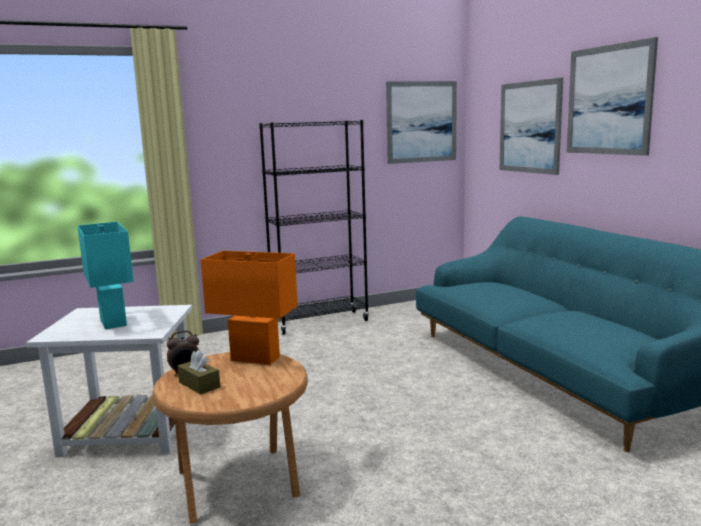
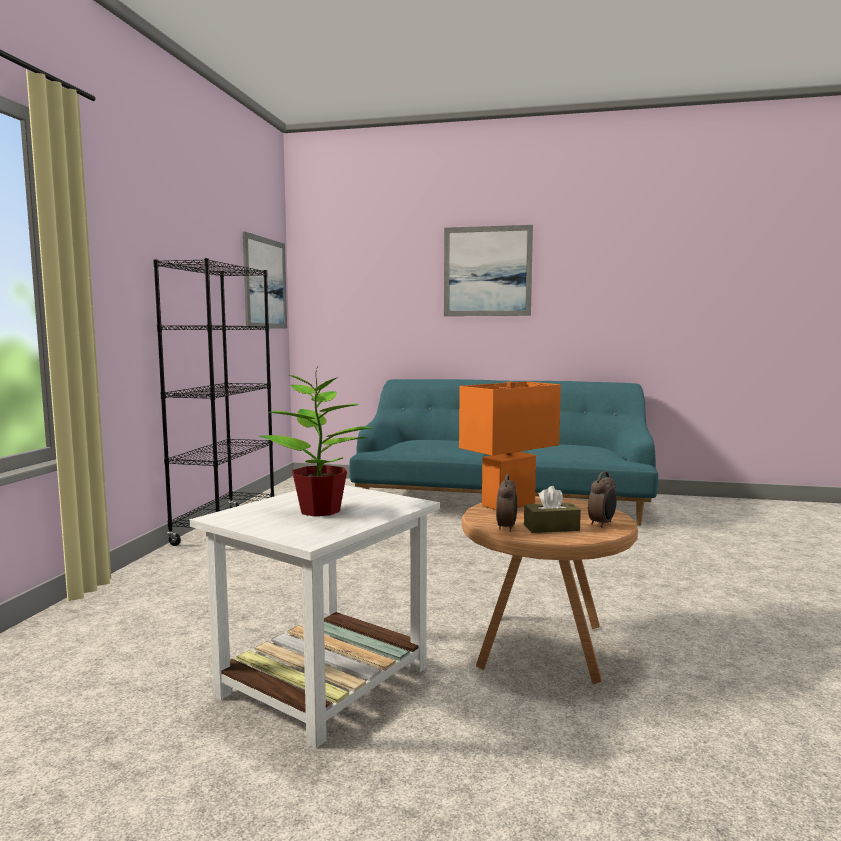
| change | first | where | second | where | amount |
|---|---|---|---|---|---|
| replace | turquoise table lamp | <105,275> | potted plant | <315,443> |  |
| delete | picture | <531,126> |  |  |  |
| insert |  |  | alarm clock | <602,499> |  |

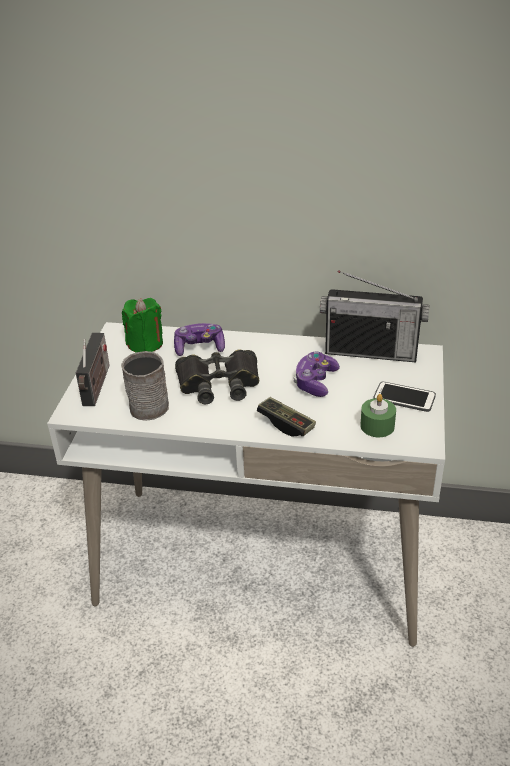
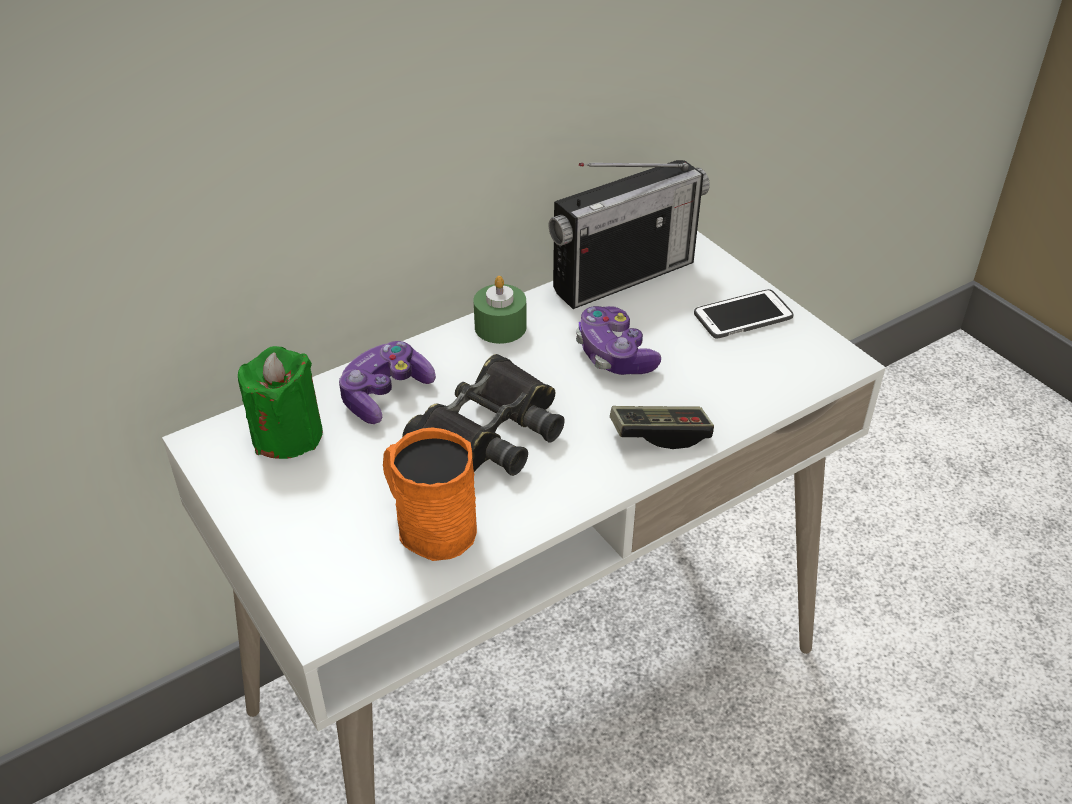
| change | first | where | second | where | amount |
|---|---|---|---|---|---|
| delete | radio | <93,369> |  |  |  |
| recolor | grey mug | <145,386> | orange mug | <430,494> |  |
| move | green candle | <378,415> |  | <500,310> |  |

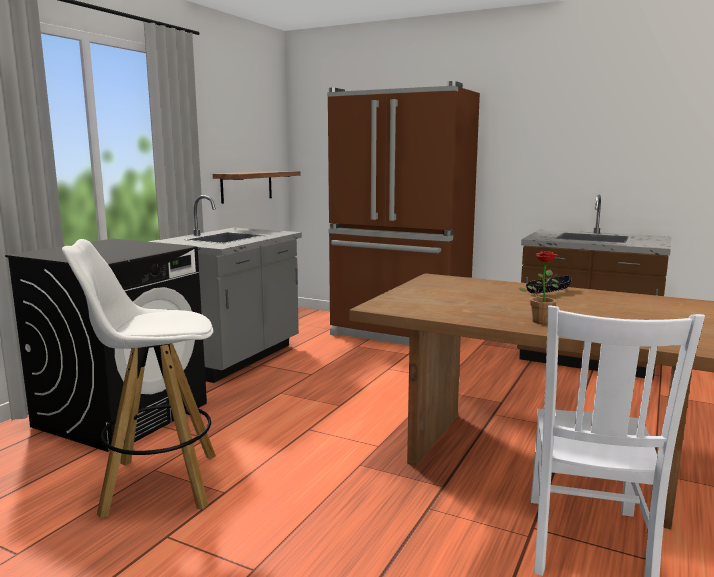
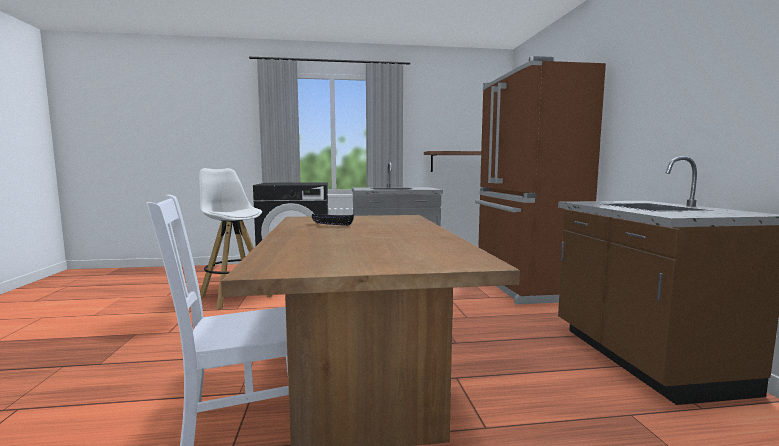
| change | first | where | second | where | amount |
|---|---|---|---|---|---|
| delete | potted plant | <538,287> |  |  |  |
| move | black bowl | <548,284> |  | <333,220> |  |

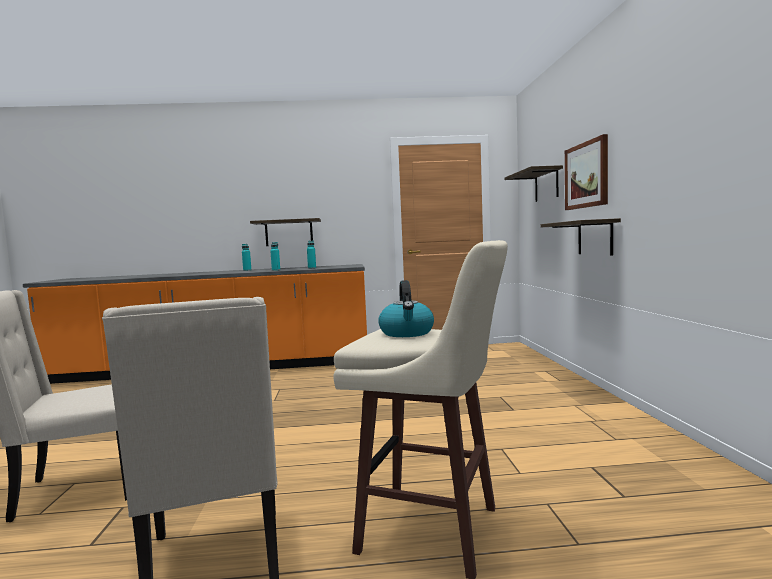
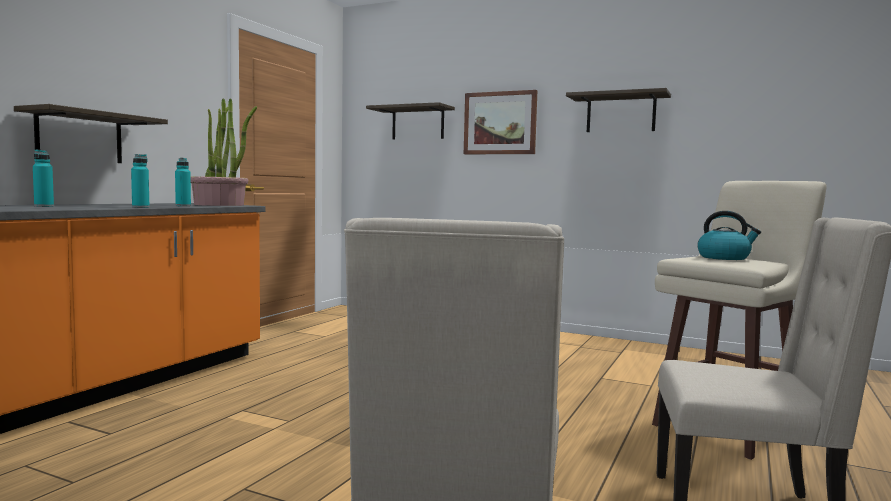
| change | first | where | second | where | amount |
|---|---|---|---|---|---|
| move | shelf | <581,237> |  | <618,110> |  |
| insert |  |  | potted plant | <224,152> |  |

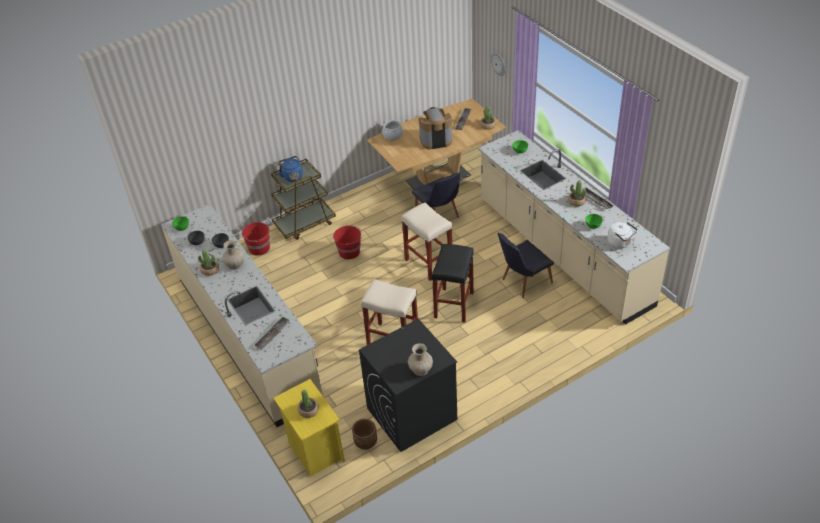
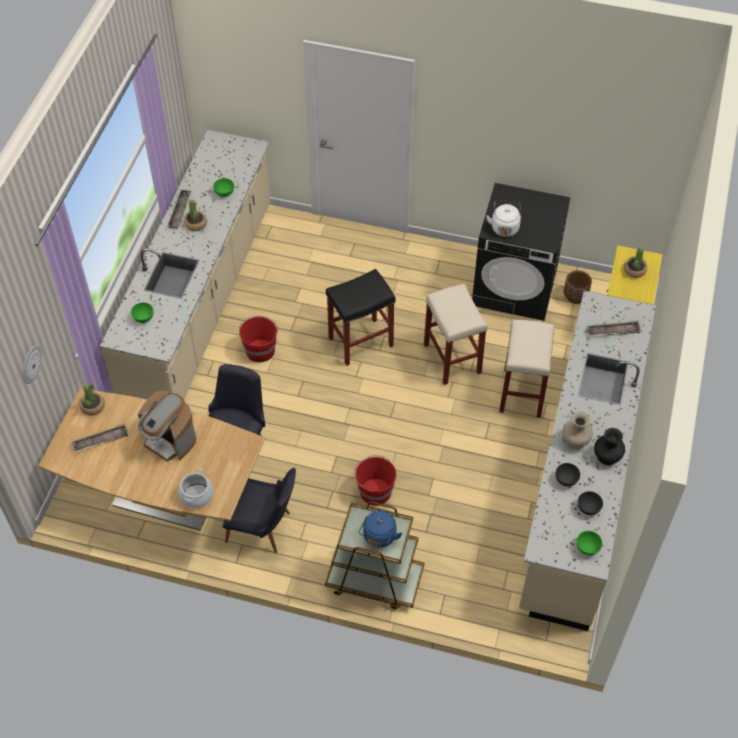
| change | first | where | second | where | amount |
|---|---|---|---|---|---|
| replace | potted plant | <208,263> | black vase | <609,446> |  |
| move | red bucket | <256,239> |  | <258,339> |  |
| move | beige stool | <427,242> |  | <526,368> |  |
| delete | beige vase | <420,359> |  |  |  |
| move | black chair | <526,265> |  | <259,510> |  |
| move | white kettle | <622,235> |  | <503,219> |  |

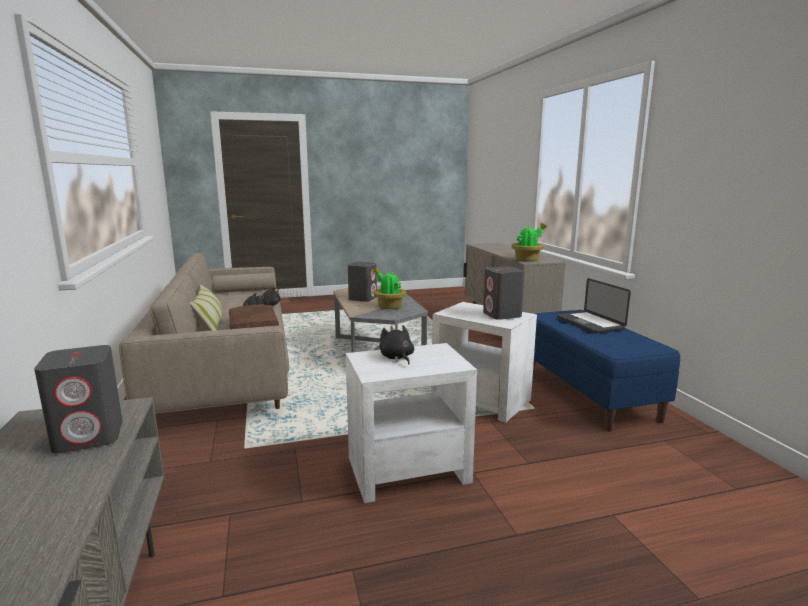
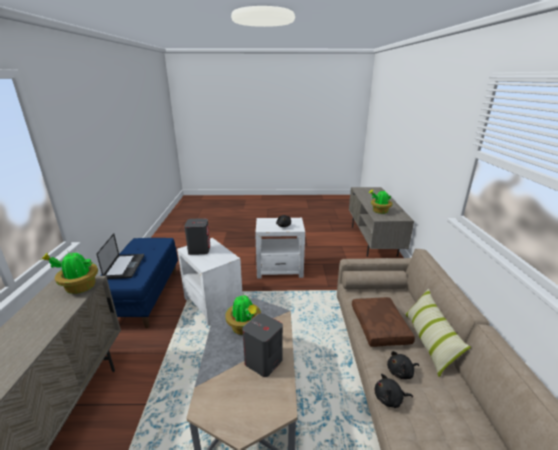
| change | first | where | second | where | amount |
|---|---|---|---|---|---|
| replace | grey speaker | <78,399> | potted plant | <380,202> |  |

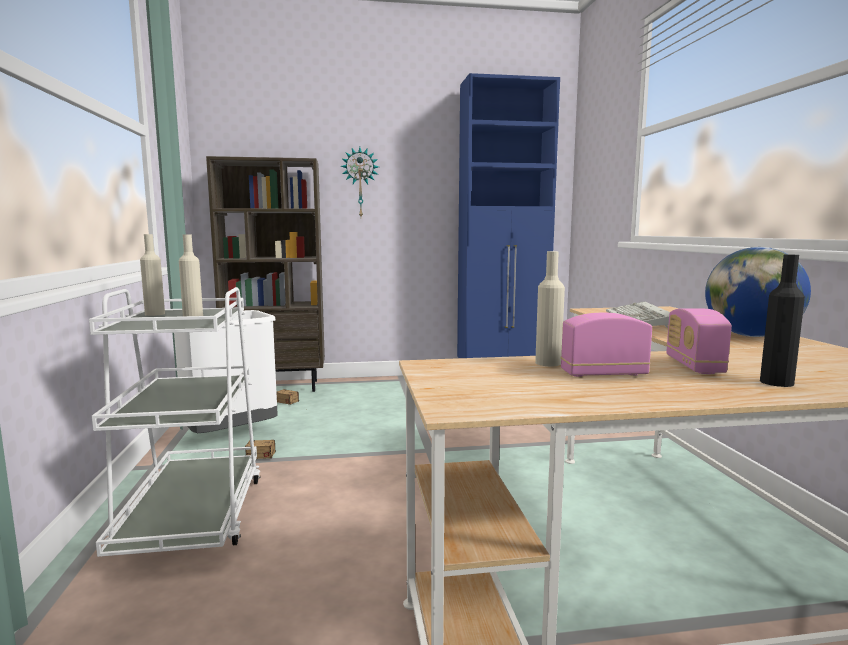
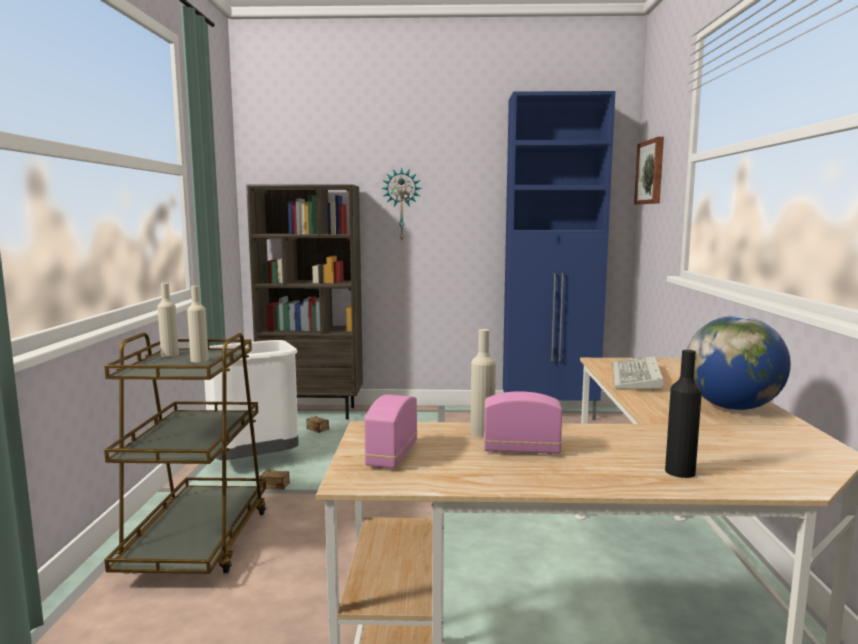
| change | first | where | second | where | amount |
|---|---|---|---|---|---|
| recolor | white cart | <175,422> | brown cart | <185,453> |  |
| move | radio | <699,341> |  | <391,431> |  |
| insert |  |  | picture | <649,170> |  |

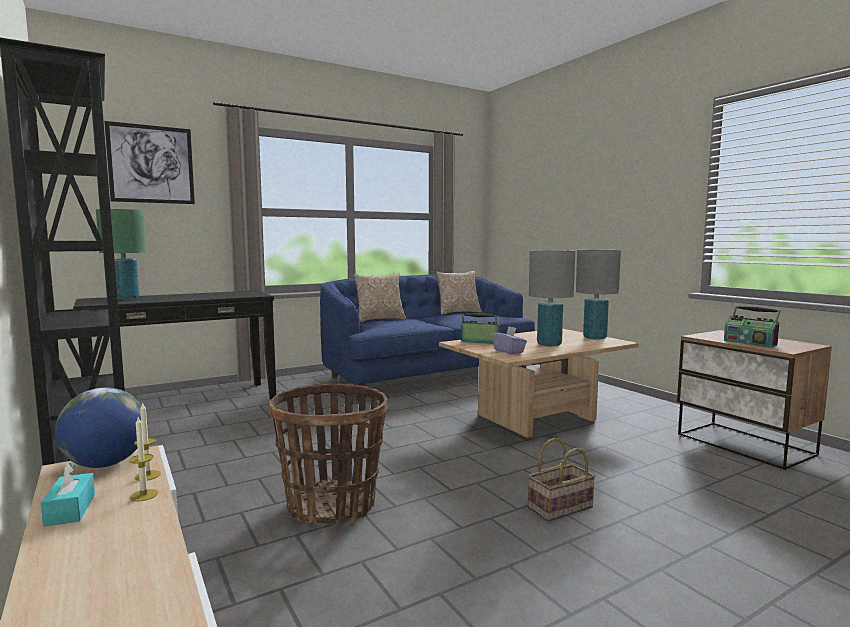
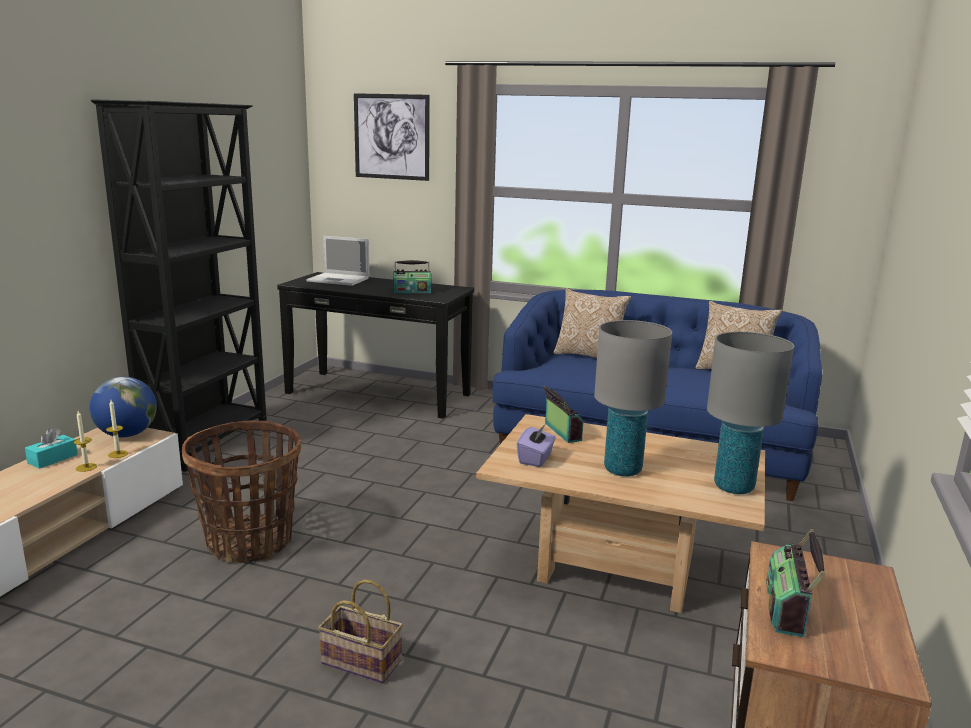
| change | first | where | second | where | amount |
|---|---|---|---|---|---|
| replace | green table lamp | <121,254> | laptop | <337,261> |  |
| insert |  |  | radio | <412,276> |  |

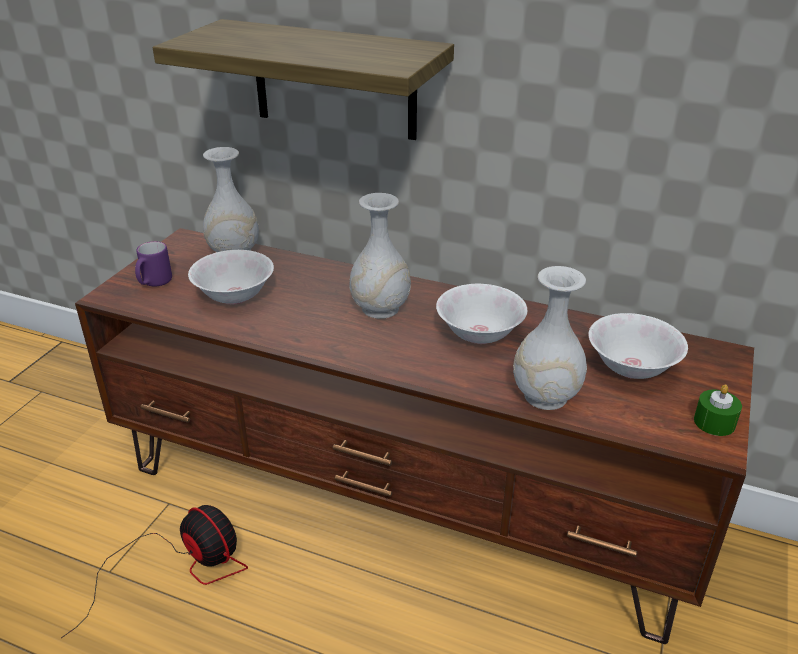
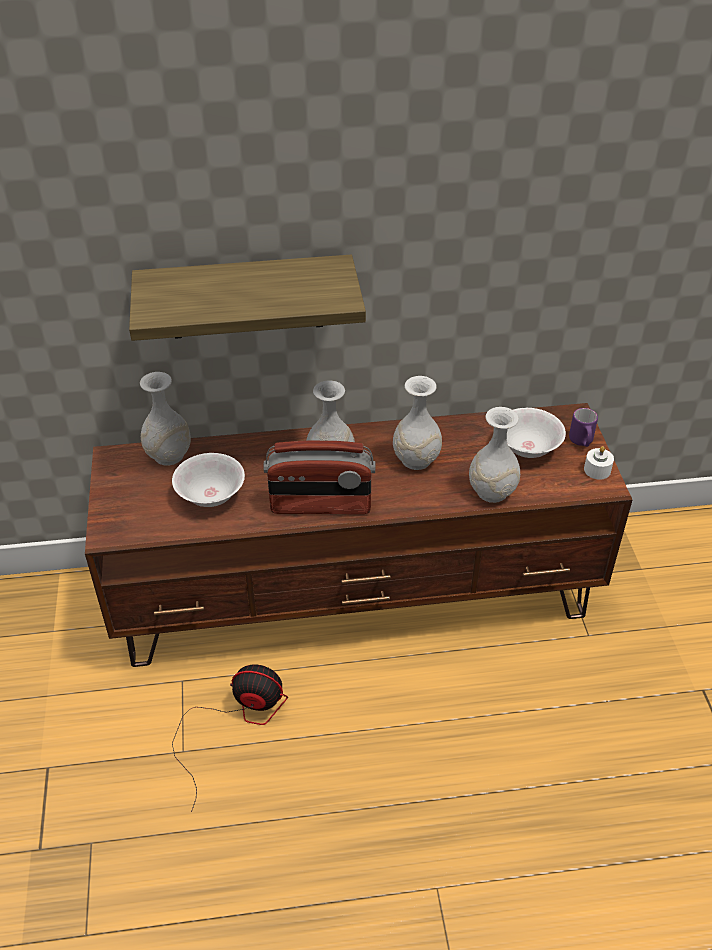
| change | first | where | second | where | amount |
|---|---|---|---|---|---|
| move | purple mug | <153,264> |  | <583,427> |  |
| replace | white bowl | <482,314> | white vase | <417,423> |  |
| recolor | green candle | <718,410> | white candle | <599,463> |  |
| insert |  |  | radio | <319,477> |  |

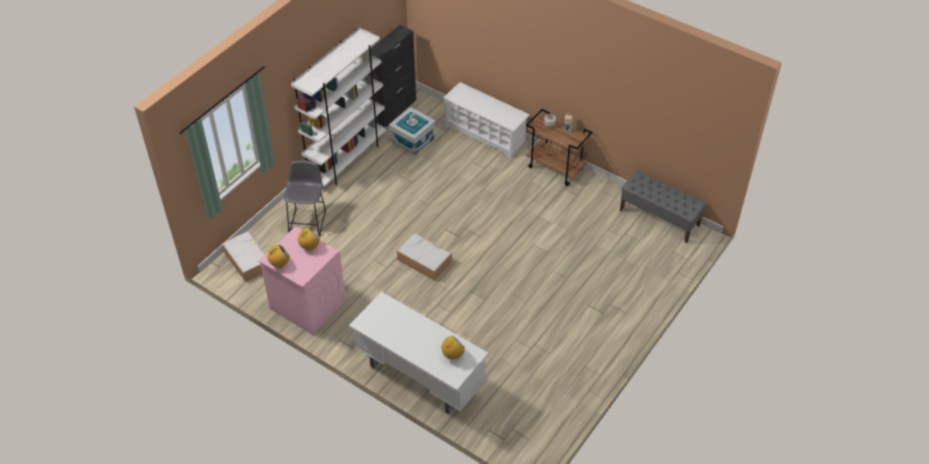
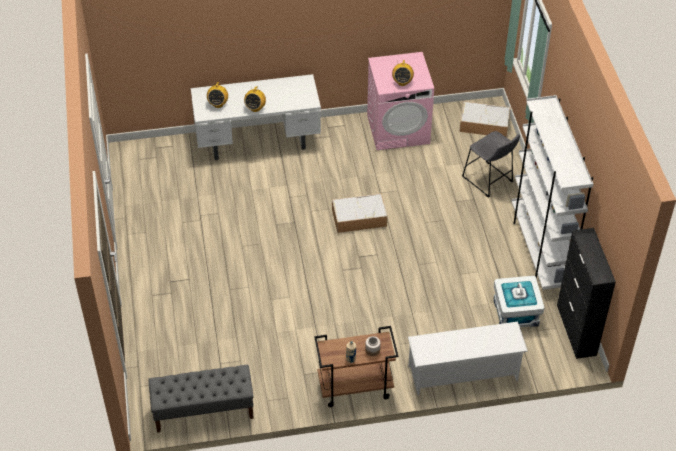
| change | first | where | second | where | amount |
|---|---|---|---|---|---|
| move | radio | <278,256> |  | <255,99> |  |

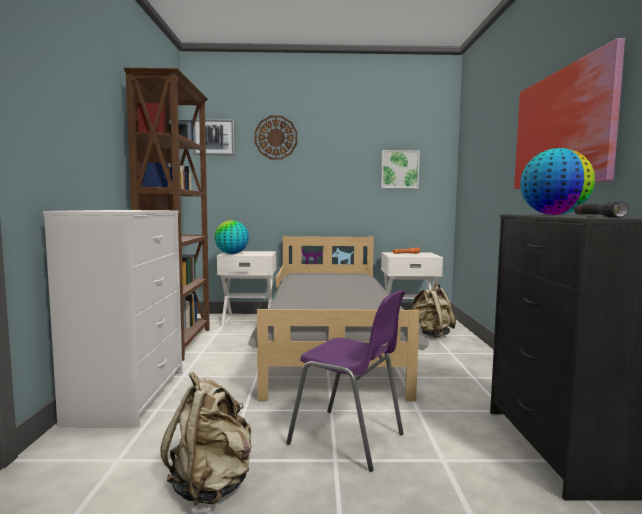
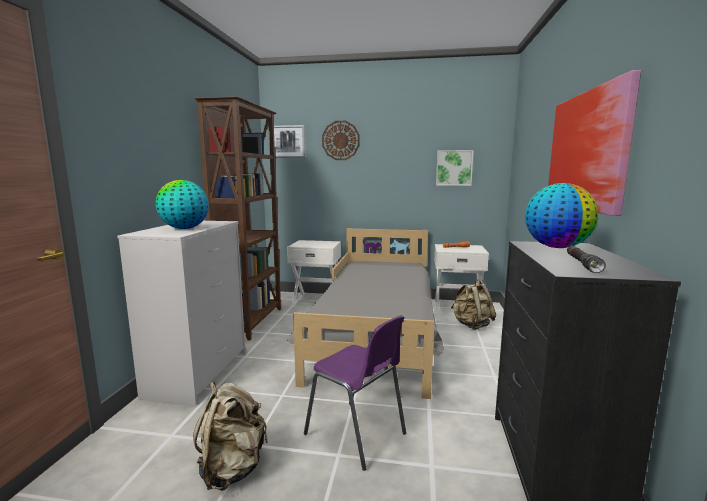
| change | first | where | second | where | amount |
|---|---|---|---|---|---|
| move | globe | <232,237> |  | <182,204> |  |

